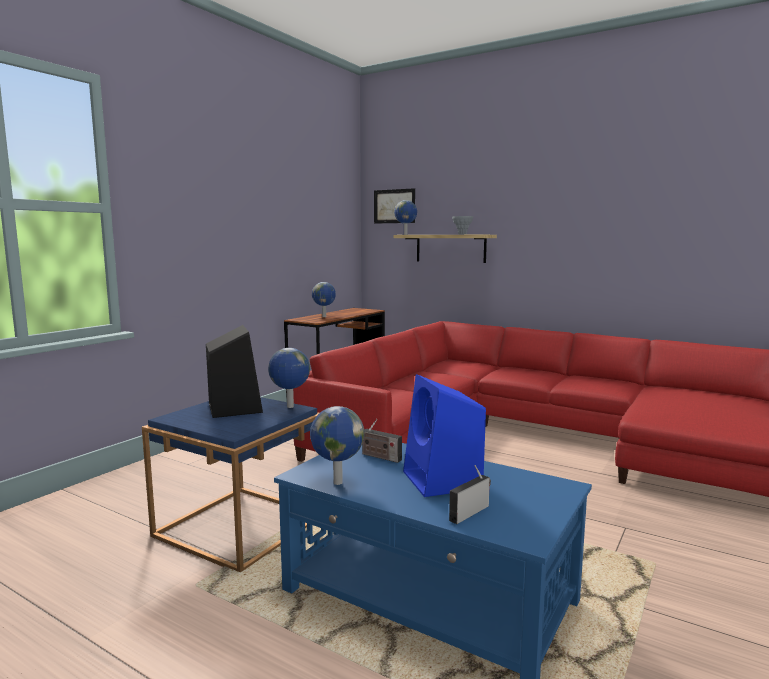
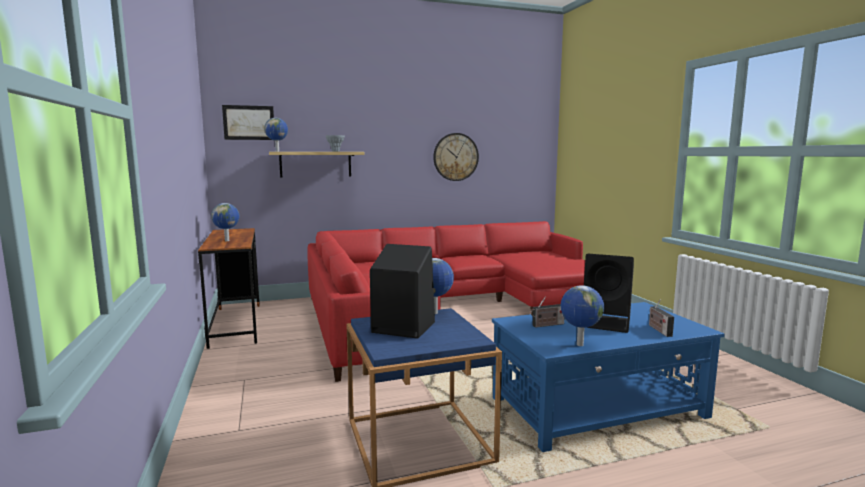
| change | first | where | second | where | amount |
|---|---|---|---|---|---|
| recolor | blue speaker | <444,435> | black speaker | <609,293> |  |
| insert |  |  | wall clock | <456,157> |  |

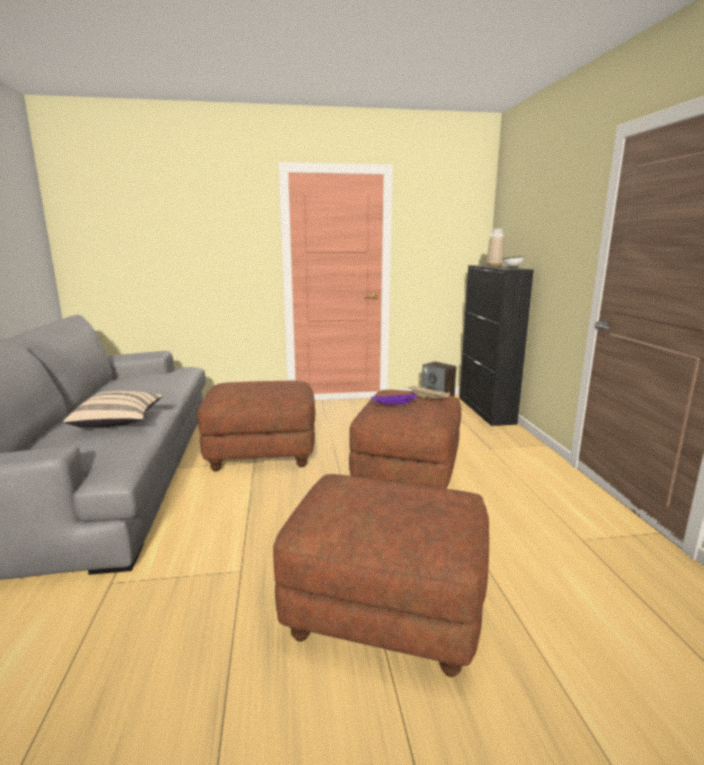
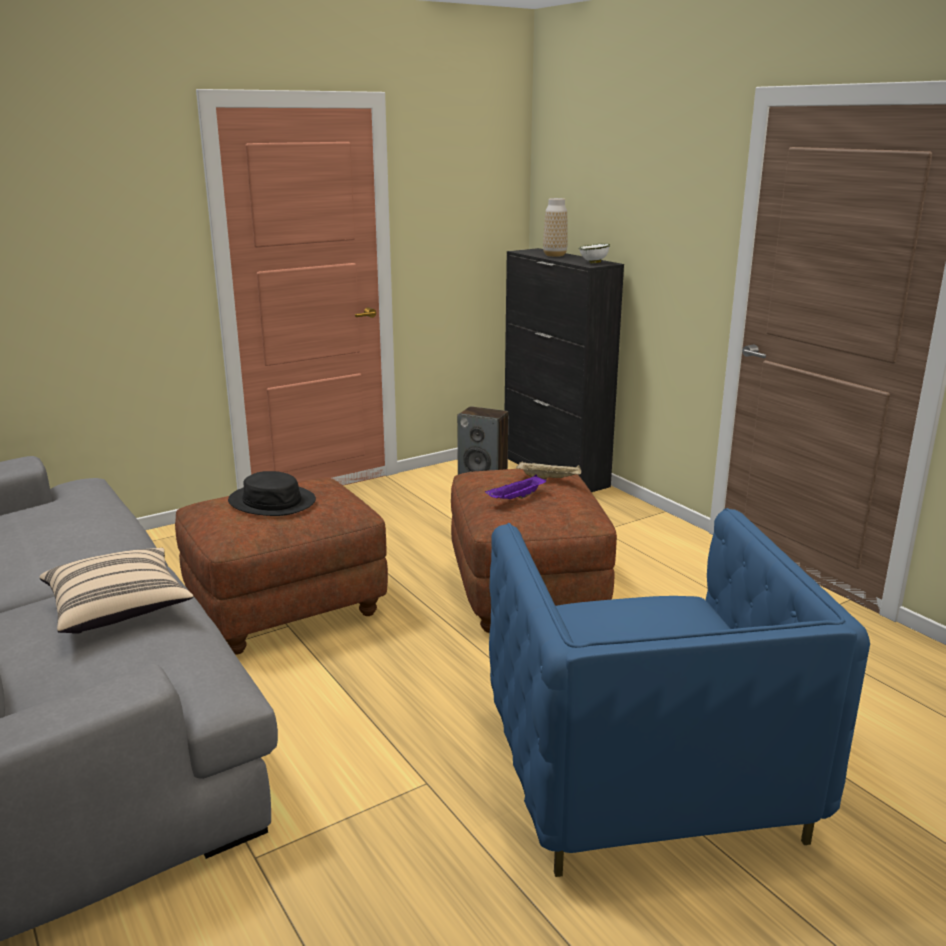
| change | first | where | second | where | amount |
|---|---|---|---|---|---|
| replace | brown ottoman | <381,575> | blue armchair | <679,692> |  |
| insert |  |  | black hat | <272,493> |  |

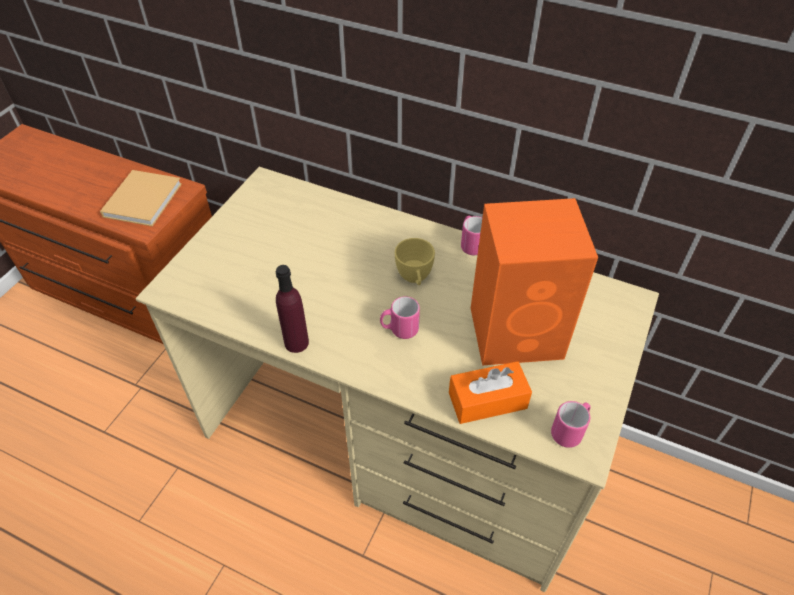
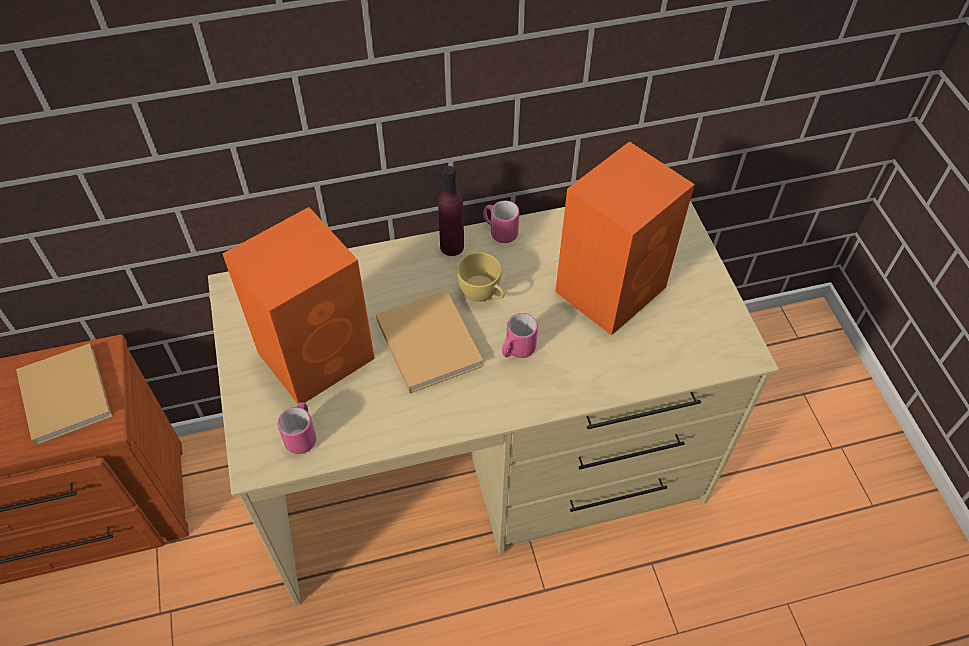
| change | first | where | second | where | amount |
|---|---|---|---|---|---|
| move | purple bottle | <292,309> |  | <451,211> |  |
| delete | orange tissue box | <490,392> |  |  |  |
| move | pink mug | <571,424> |  | <297,428> |  |
| insert |  |  | orange speaker | <299,305> |  |
| insert |  |  | beige book | <429,341> |  |

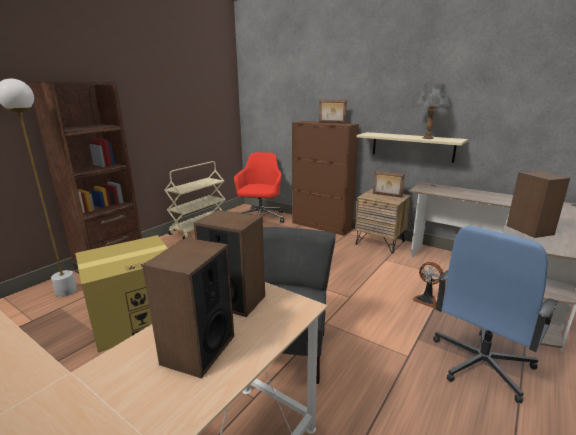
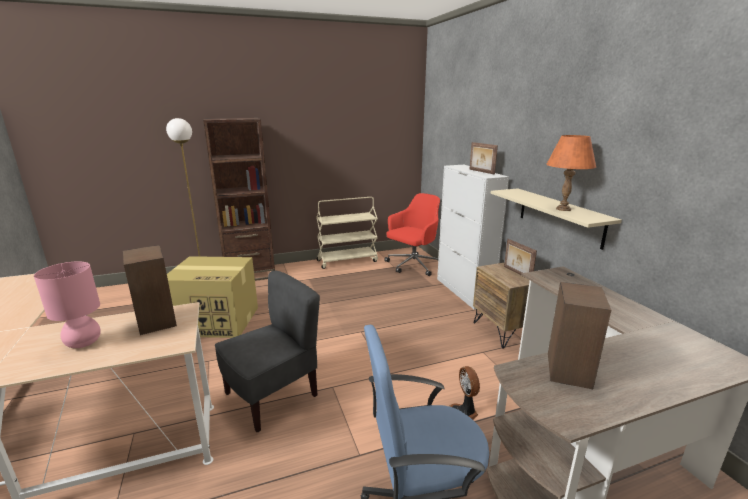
| change | first | where | second | where | amount |
|---|---|---|---|---|---|
| replace | speaker | <188,308> | pink table lamp | <67,304> |  |
| recolor | brown cabinet | <325,178> | white cabinet | <473,237> |  |
| recolor | grey table lamp | <432,111> | orange table lamp | <571,173> |  |

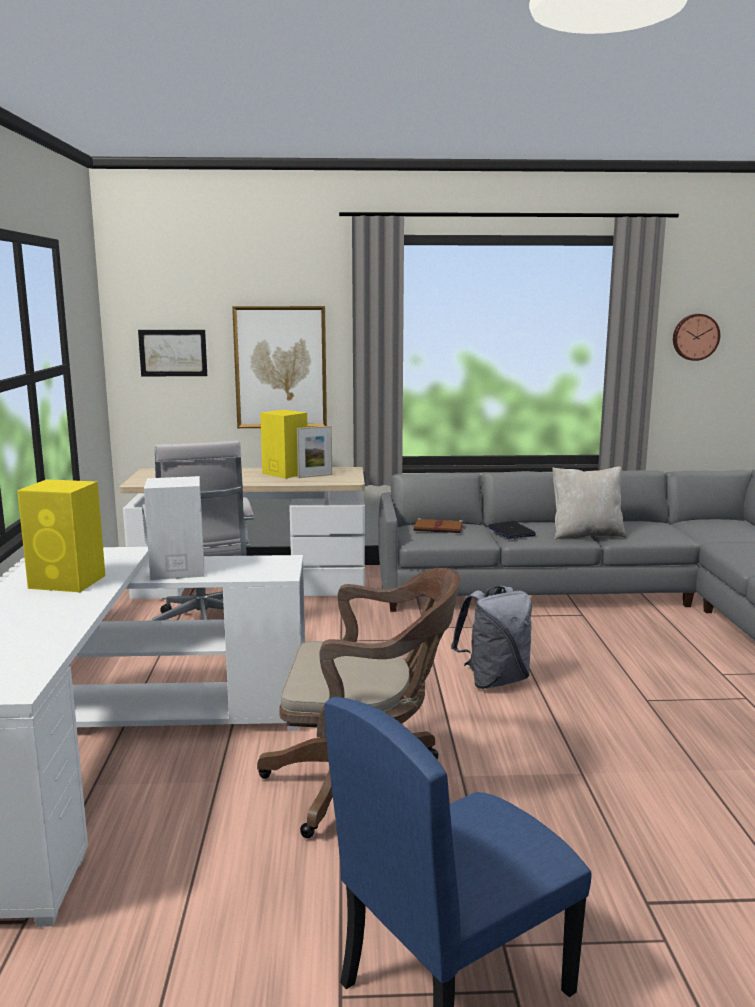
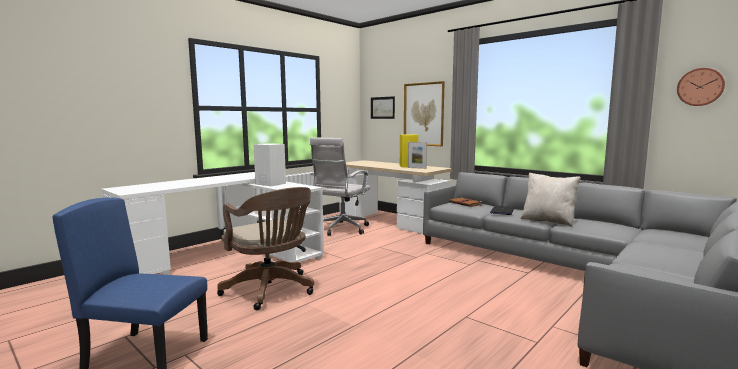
| change | first | where | second | where | amount |
|---|---|---|---|---|---|
| delete | yellow speaker | <61,535> |  |  |  |
| delete | grey backpack | <491,637> |  |  |  |

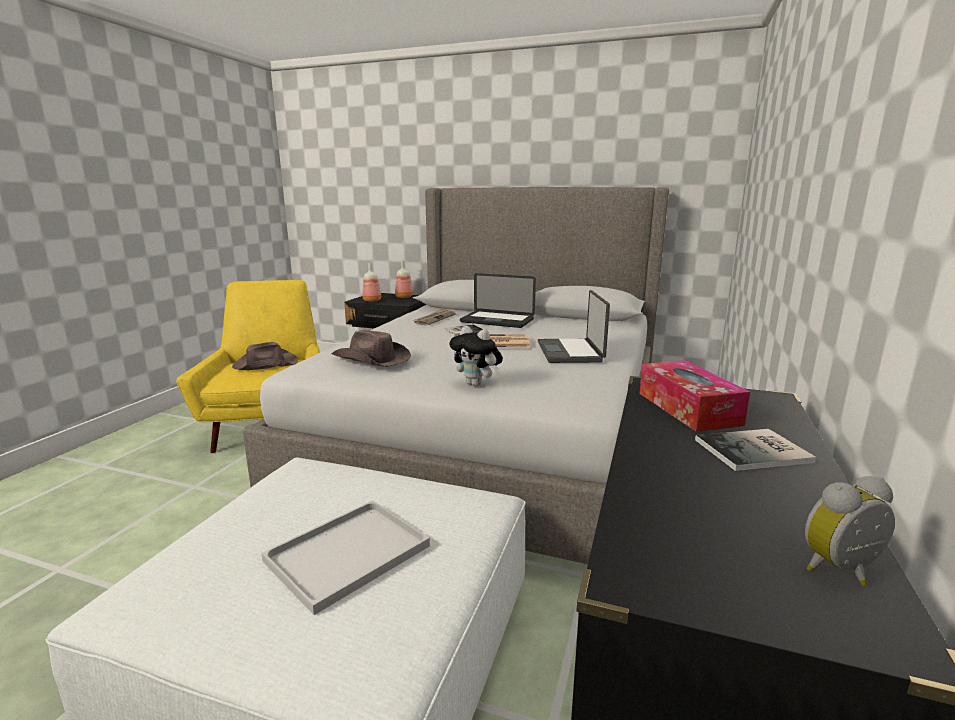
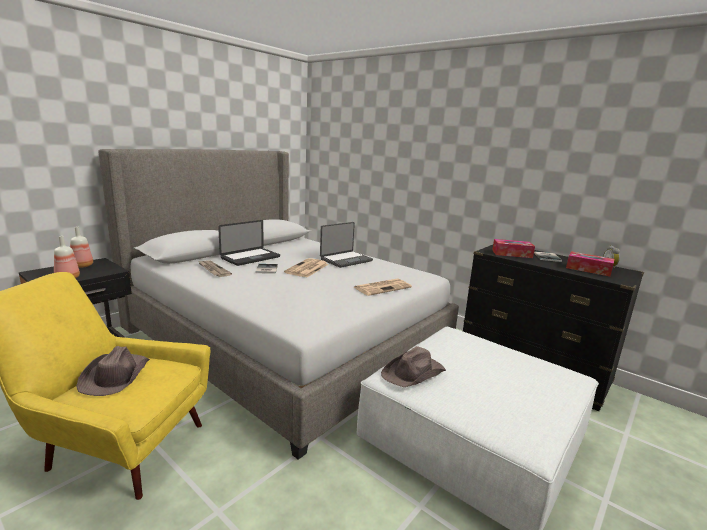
| change | first | where | second | where | amount |
|---|---|---|---|---|---|
| delete | white tray | <345,557> |  |  |  |
| move | brown hat | <371,348> |  | <413,366> |  |
| replace | plush toy | <476,356> | newspaper | <383,287> |  |
| rotate | laptop | <574,326> |  | <346,245> | 60 degrees counterclockwise |
| insert |  |  | tissue box | <590,264> |  |

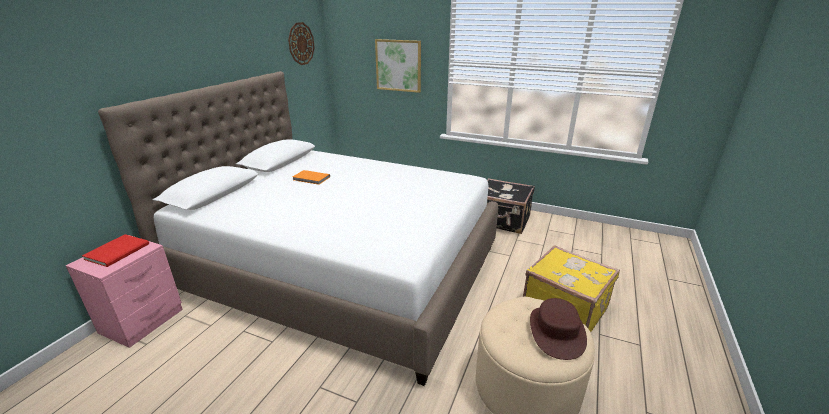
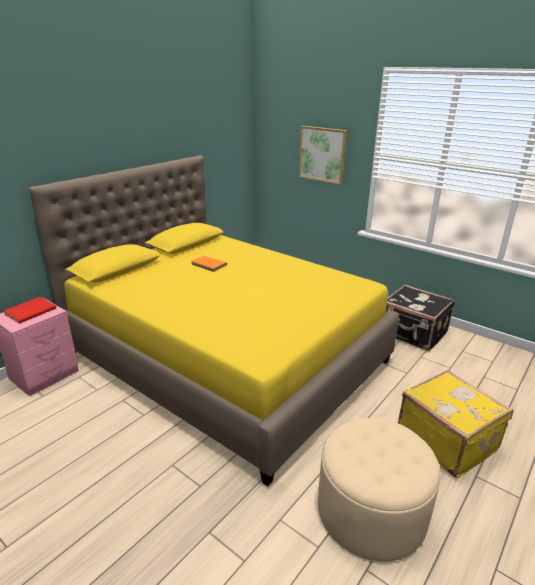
| change | first | where | second | where | amount |
|---|---|---|---|---|---|
| recolor | white bed | <298,228> | yellow bed | <214,320> |  |
| delete | wall clock | <301,43> |  |  |  |
| delete | brown hat | <558,329> |  |  |  |

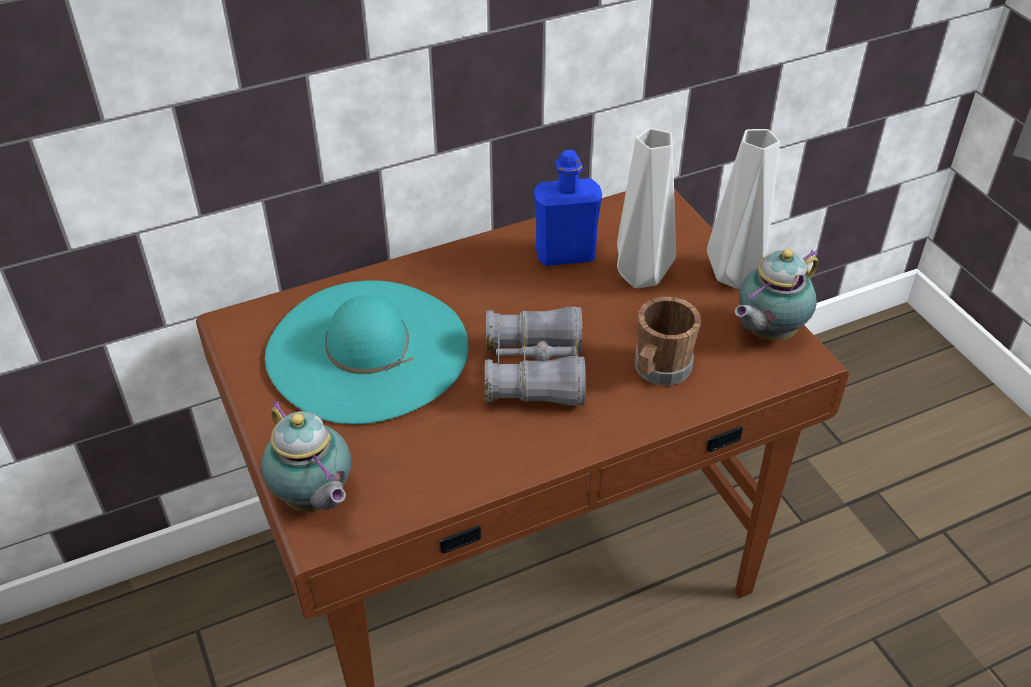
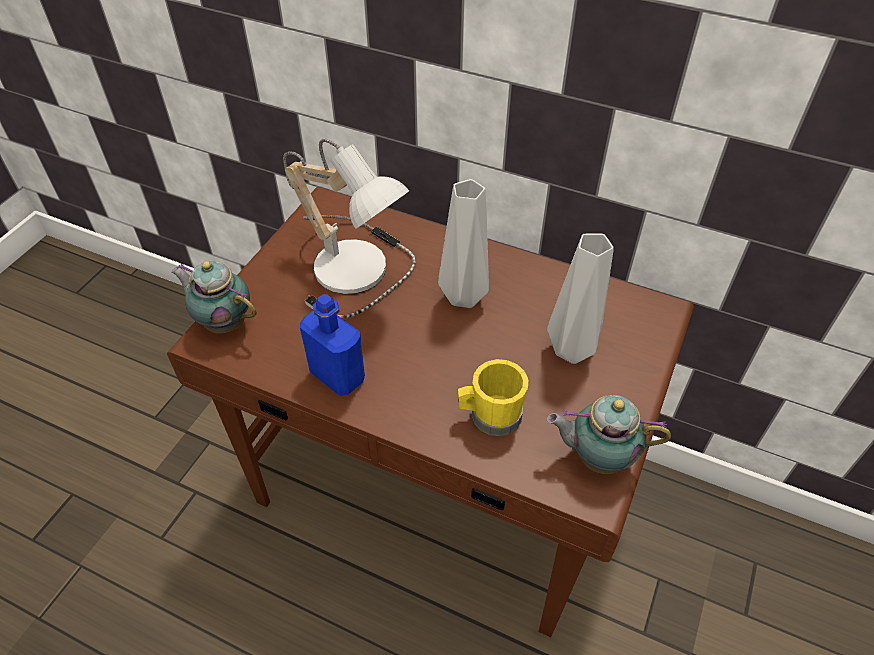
| change | first | where | second | where | amount |
|---|---|---|---|---|---|
| rotate | teapot | <306,456> |  | <214,297> | 105 degrees clockwise |
| replace | turquoise hat | <367,352> | table lamp | <349,228> |  |
| delete | grey binoculars | <535,356> |  |  |  |
| move | blue bottle | <568,208> |  | <332,345> |  |
| recolor | brown mug | <668,341> | yellow mug | <493,397> |  |
| move | grey vase | <743,209> |  | <463,243> |  |

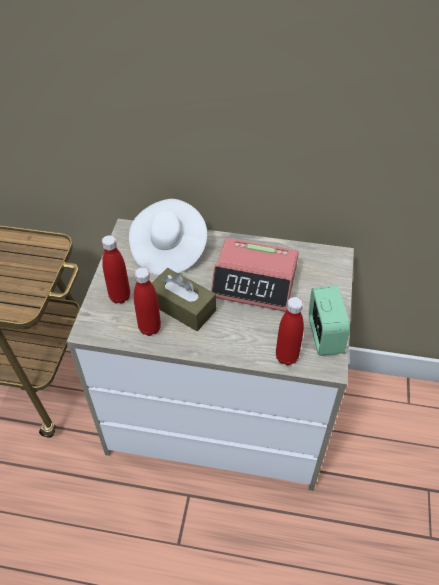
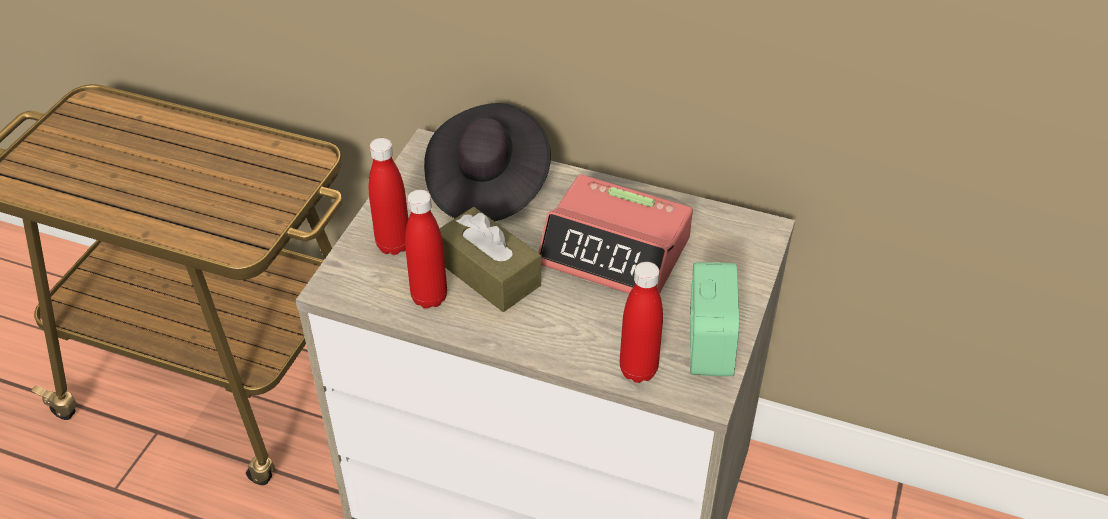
| change | first | where | second | where | amount |
|---|---|---|---|---|---|
| recolor | white hat | <168,237> | black hat | <487,162> |  |

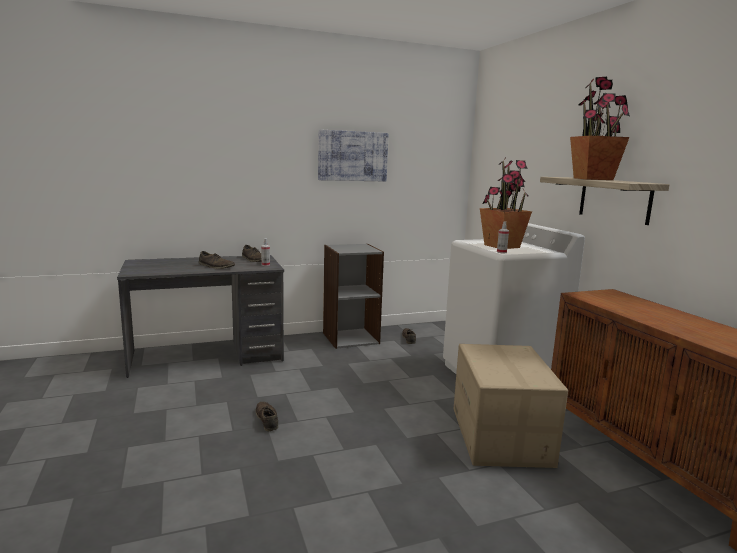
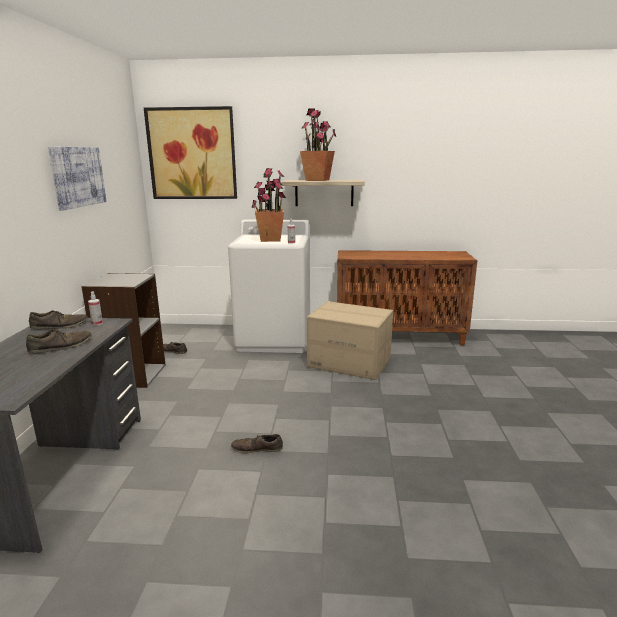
| change | first | where | second | where | amount |
|---|---|---|---|---|---|
| insert |  |  | picture | <190,152> |  |

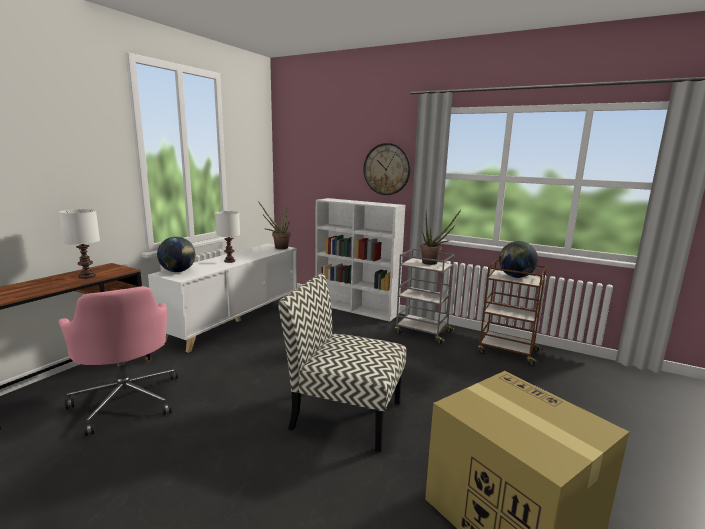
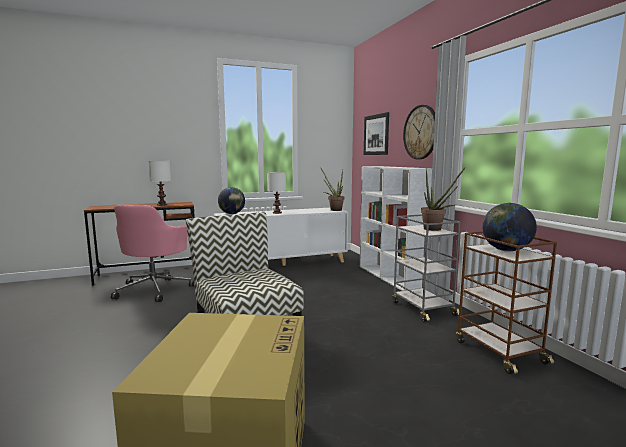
| change | first | where | second | where | amount |
|---|---|---|---|---|---|
| insert |  |  | picture | <376,133> |  |

